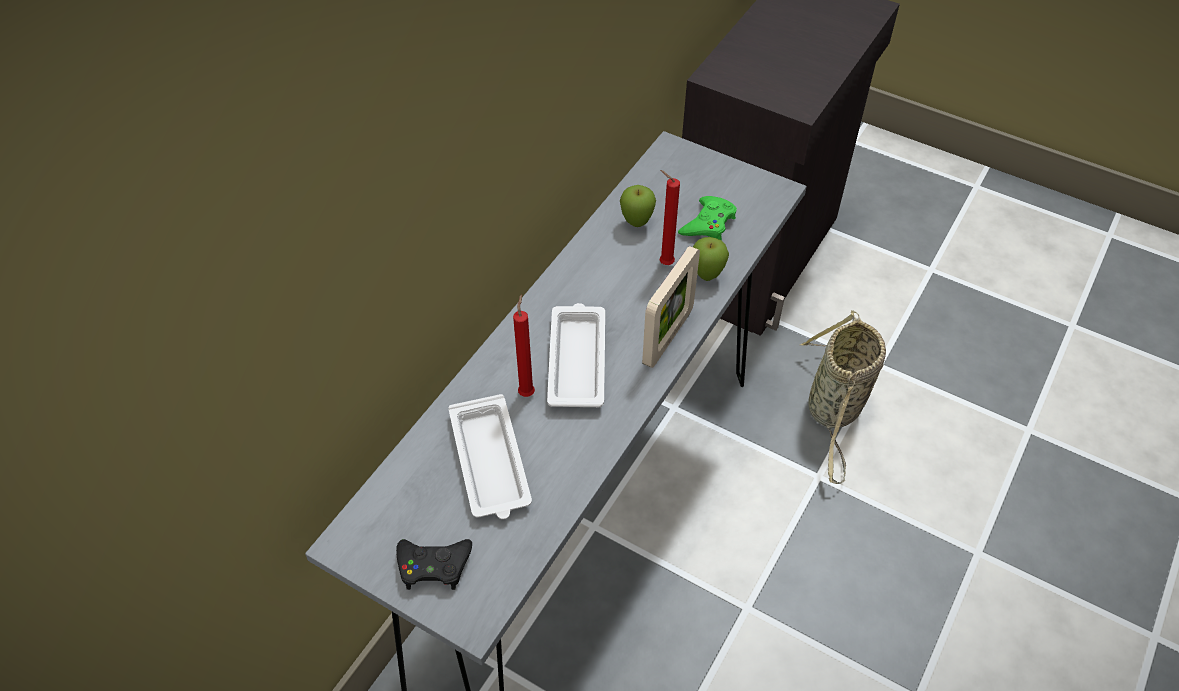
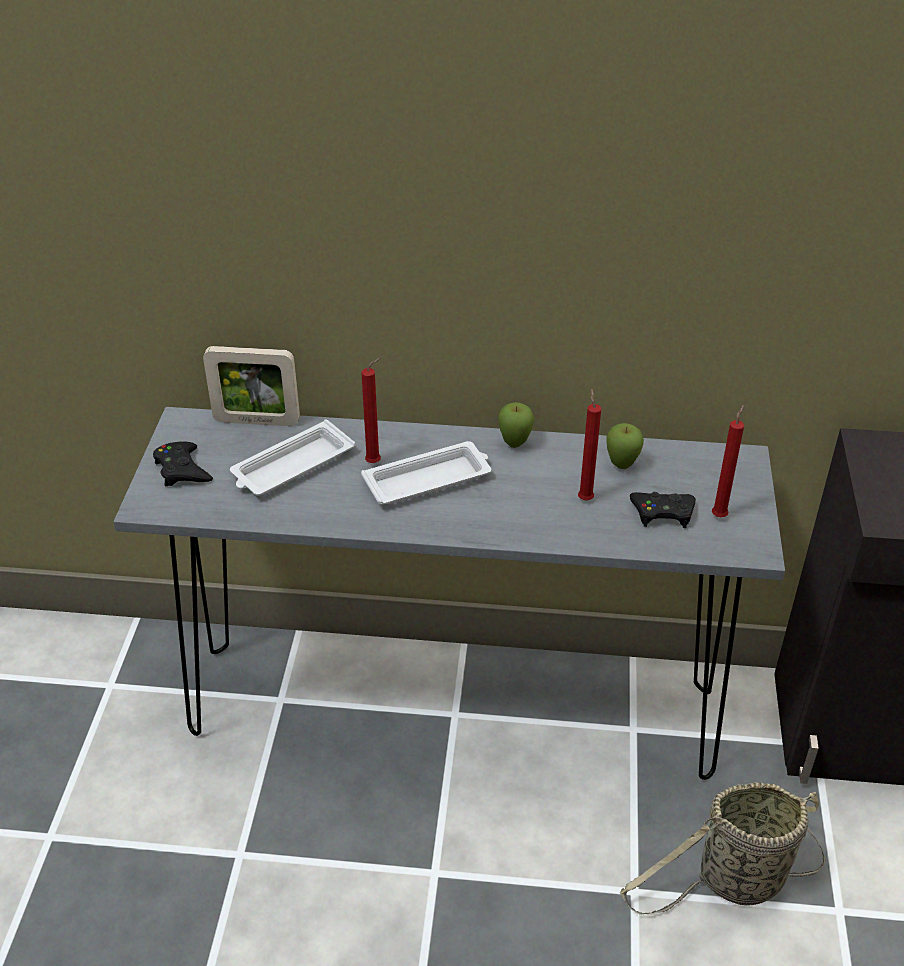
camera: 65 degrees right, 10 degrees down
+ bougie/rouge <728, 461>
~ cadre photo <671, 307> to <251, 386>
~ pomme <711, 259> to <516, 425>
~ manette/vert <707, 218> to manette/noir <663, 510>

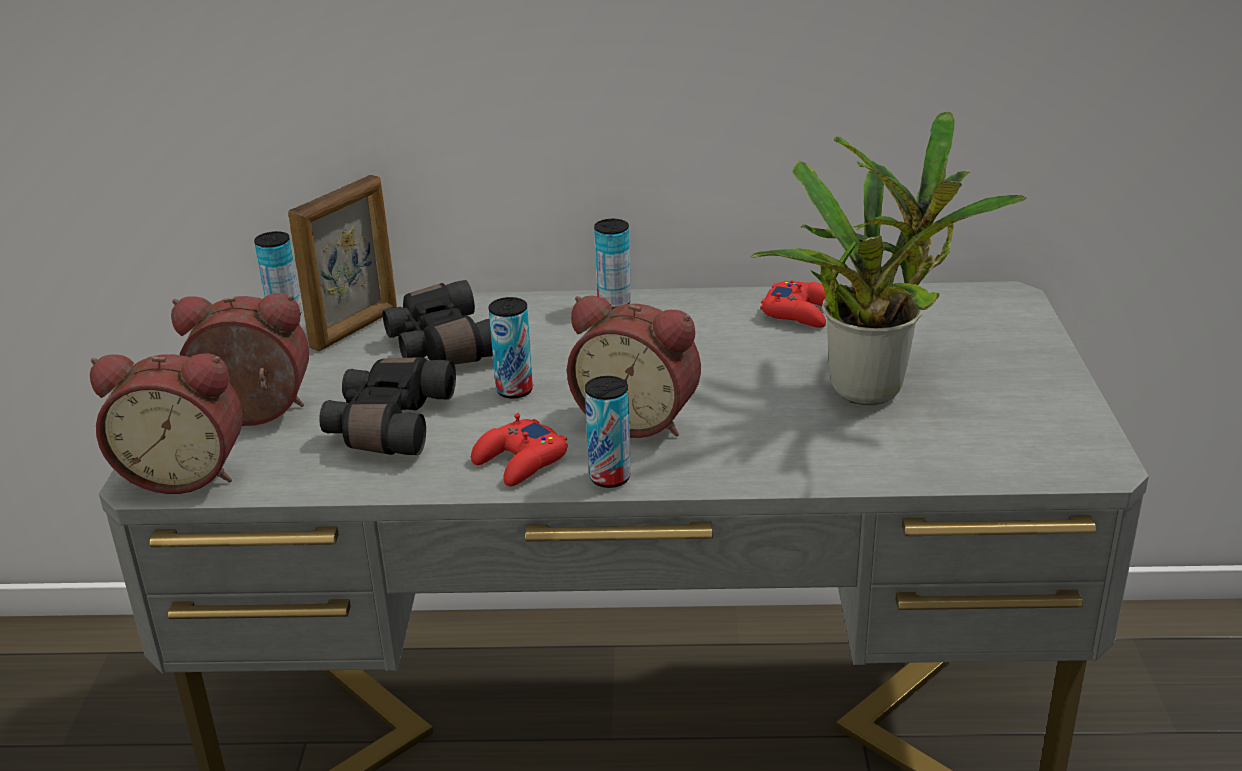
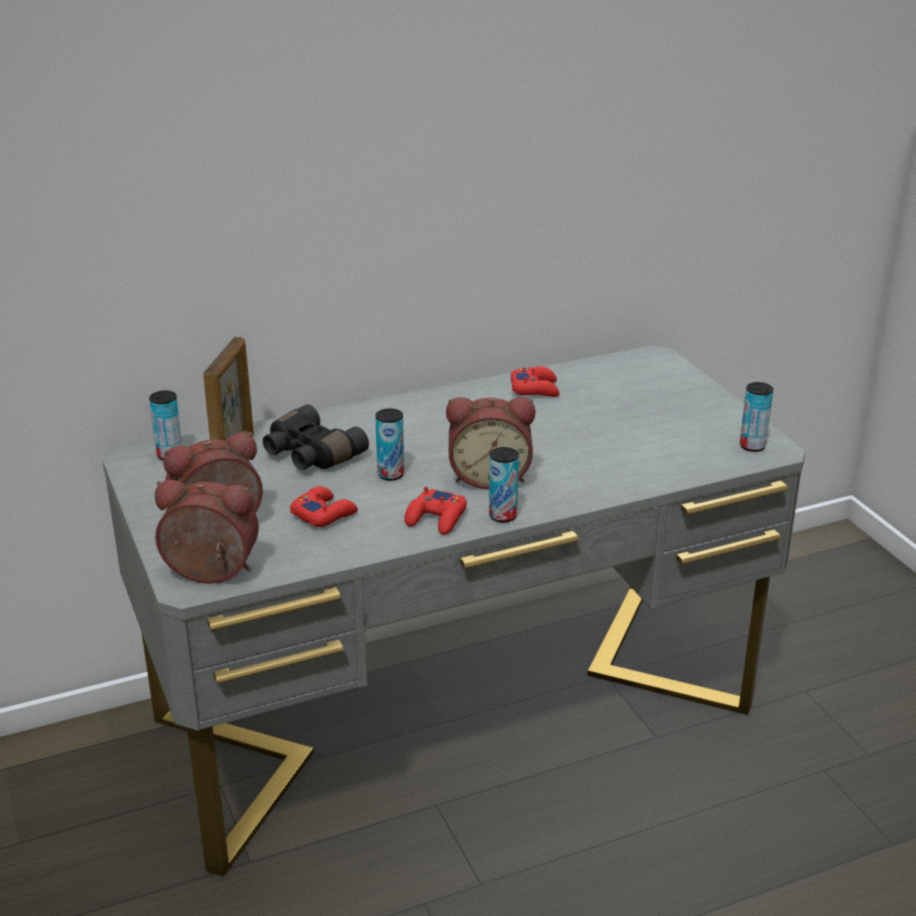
camera: 25 degrees left, 0 degrees up
- plante en pot <889, 258>
~ boîte métallique <612, 264> to <756, 417>
~ jumelles/noir <387, 406> to manette/rouge <324, 506>
~ réveil <166, 423> = <207, 532> 150 degrees counterclockwise

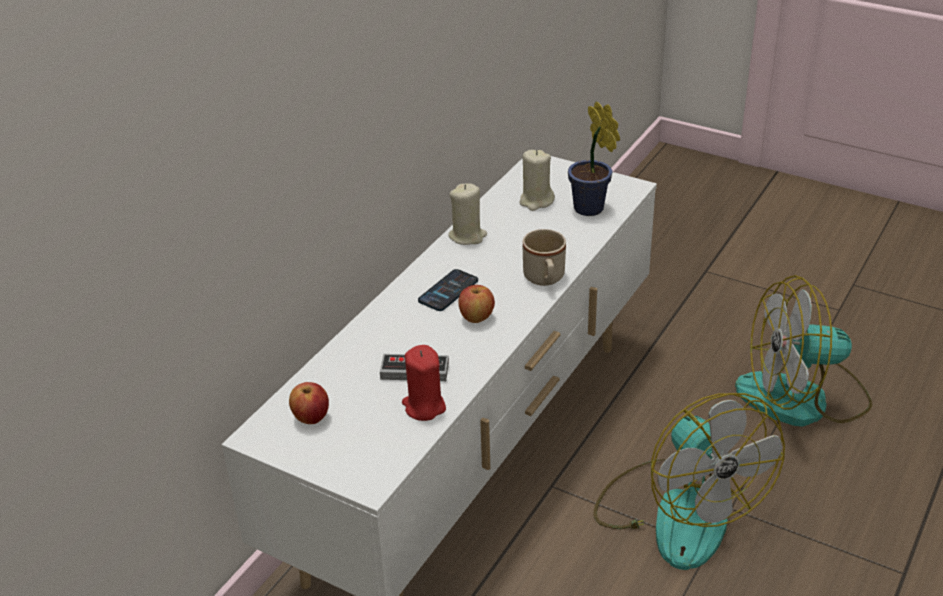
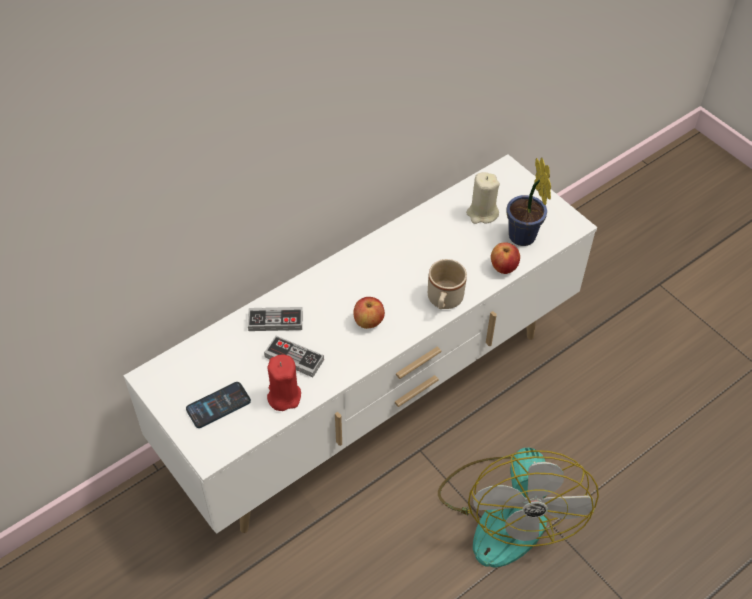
camera: 20 degrees right, 15 degrees up
- bougie/beige <467, 214>
- ventilateur <803, 351>
+ manette <275, 319>
~ pomme <309, 403> to <505, 258>
~ téléphone <448, 290> to <218, 405>

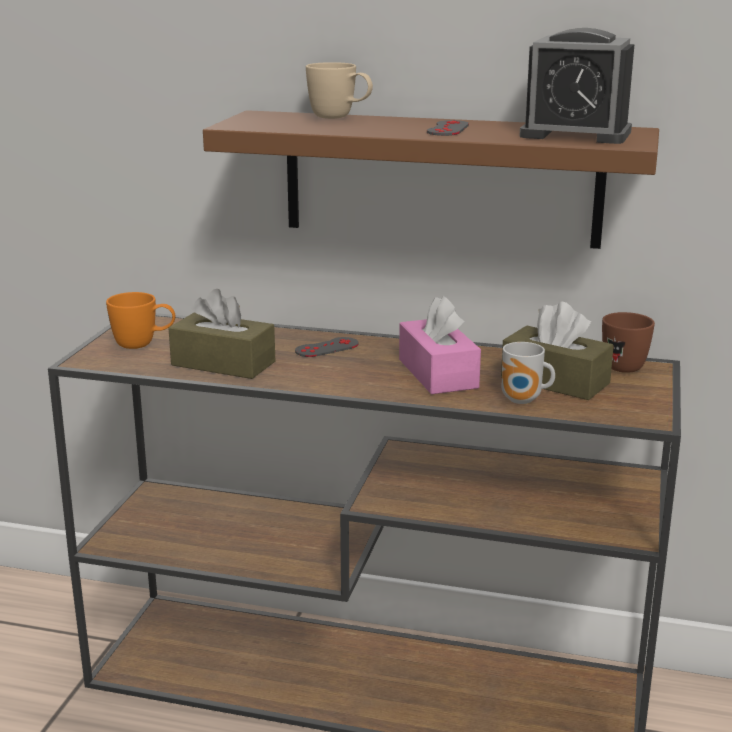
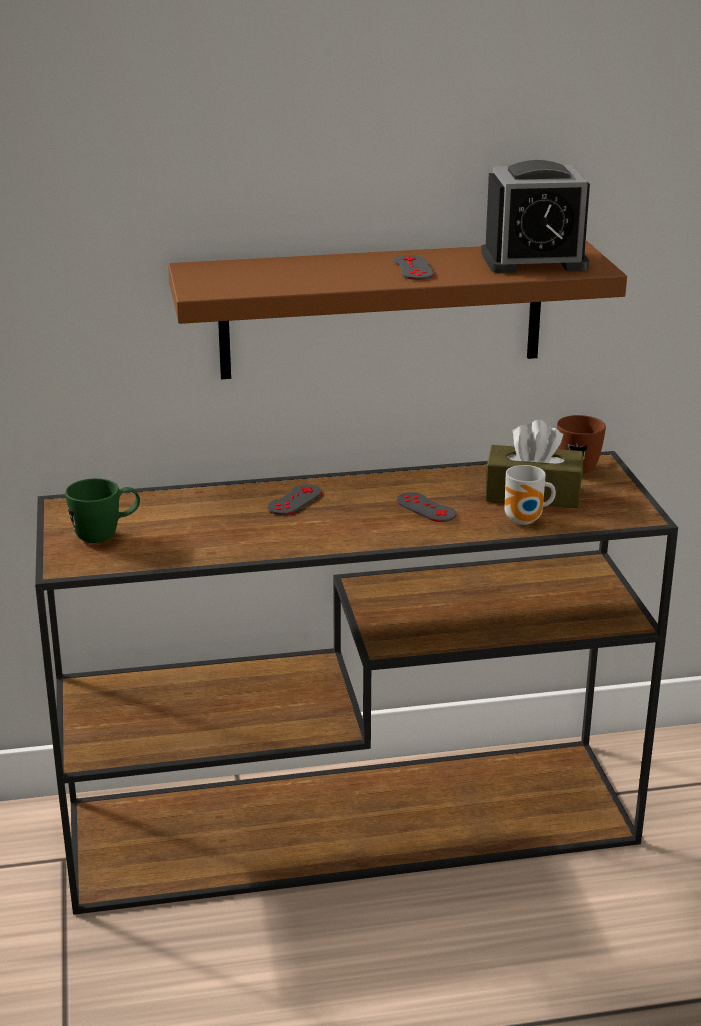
camera: 25 degrees left, 5 degrees up
- boîte à mouchoirs/marron <221, 334>
- mug/beige <339, 90>
~ boîte à mouchoirs/rose <440, 345> to manette/gris <426, 507>
~ mug/orange <140, 320> to mug/vert <102, 510>

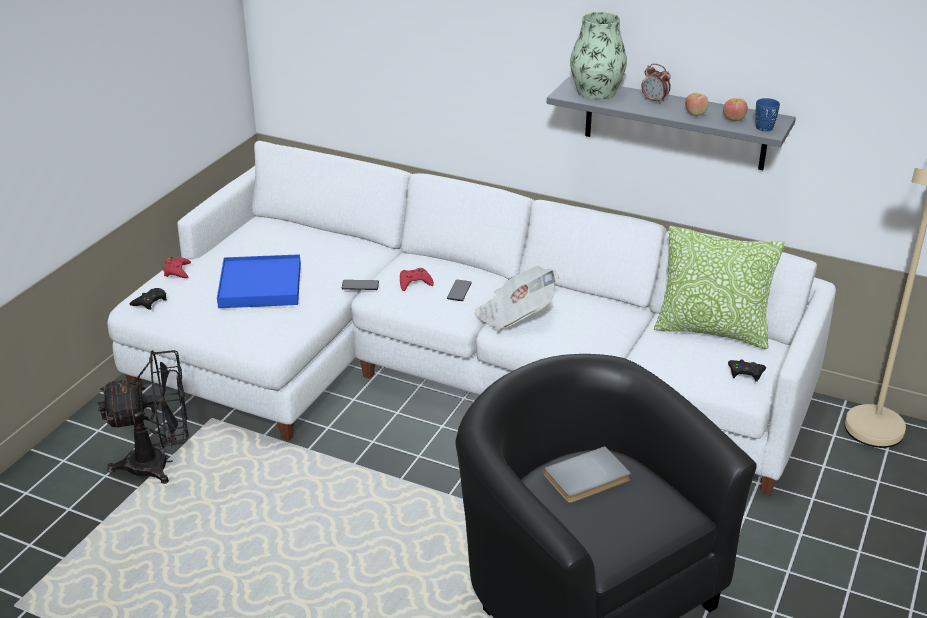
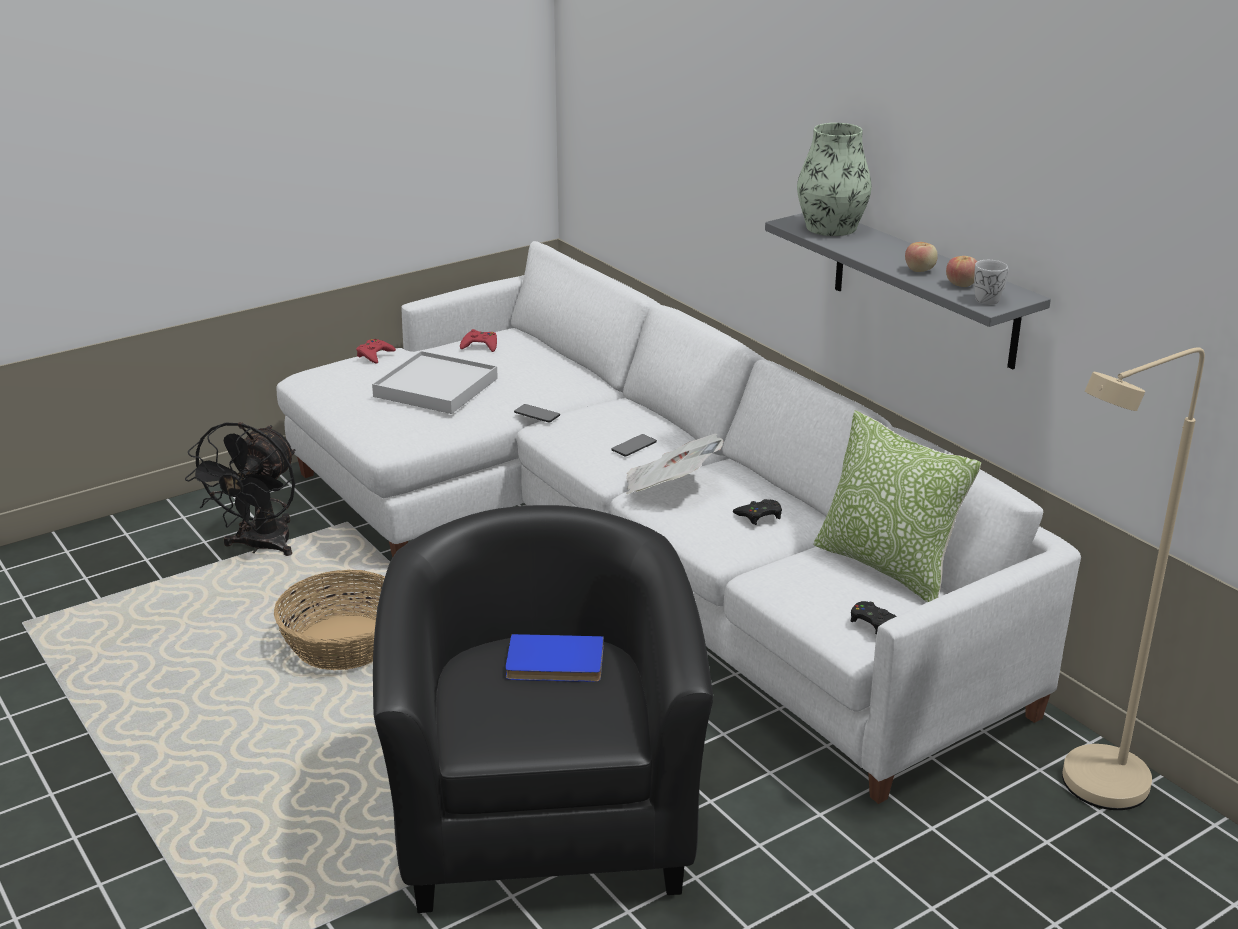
camera: 30 degrees right, 5 degrees down
- réveil <656, 84>
+ panier <329, 620>
~ manette/noir <148, 299> to <757, 512>
~ manette/rouge <417, 279> to <478, 340>
~ plateau/bleu <259, 281> to plateau/blanc <435, 382>
~ livre/gris <586, 474> to livre/bleu <554, 658>
~ mug/bleu <767, 114> to mug/blanc <991, 282>
~ ventilateur/noir <142, 417> = <240, 489> 90 degrees clockwise

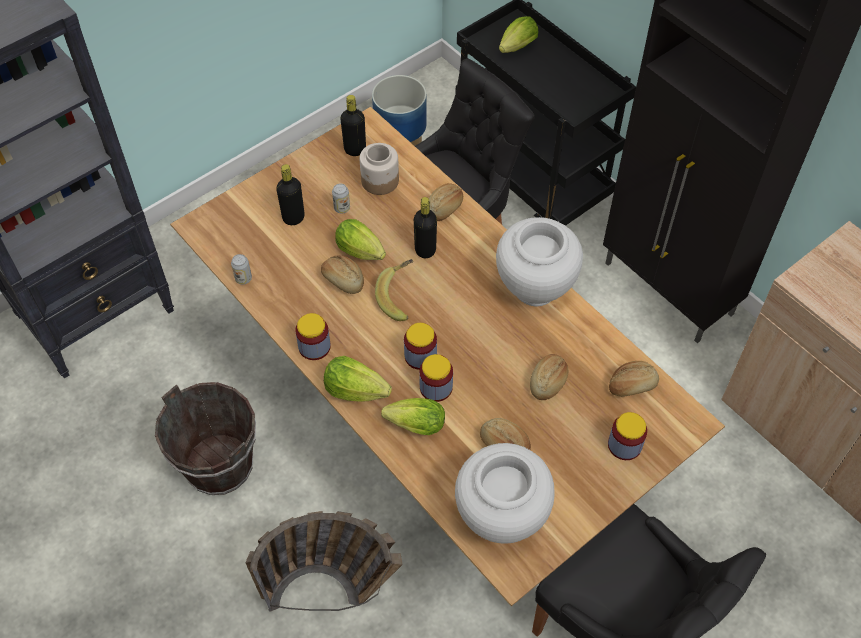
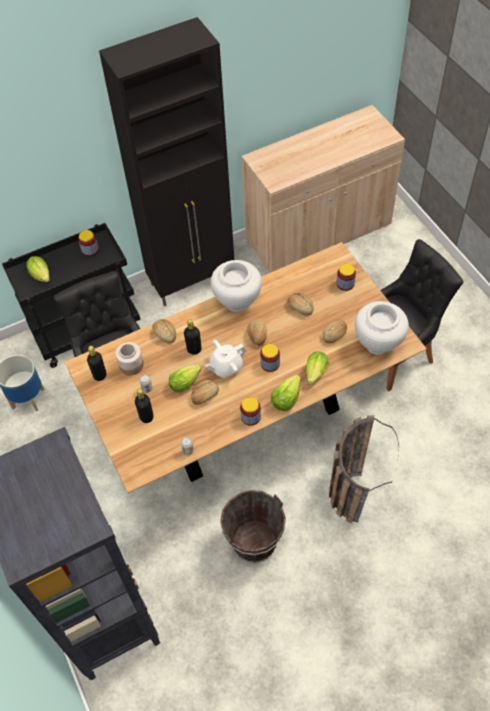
camera: 75 degrees left, 0 degrees up
~ bocal <436, 378> to <88, 243>
~ pain <634, 379> to <257, 332>
~ banane <394, 290> to théière/blanc <226, 359>

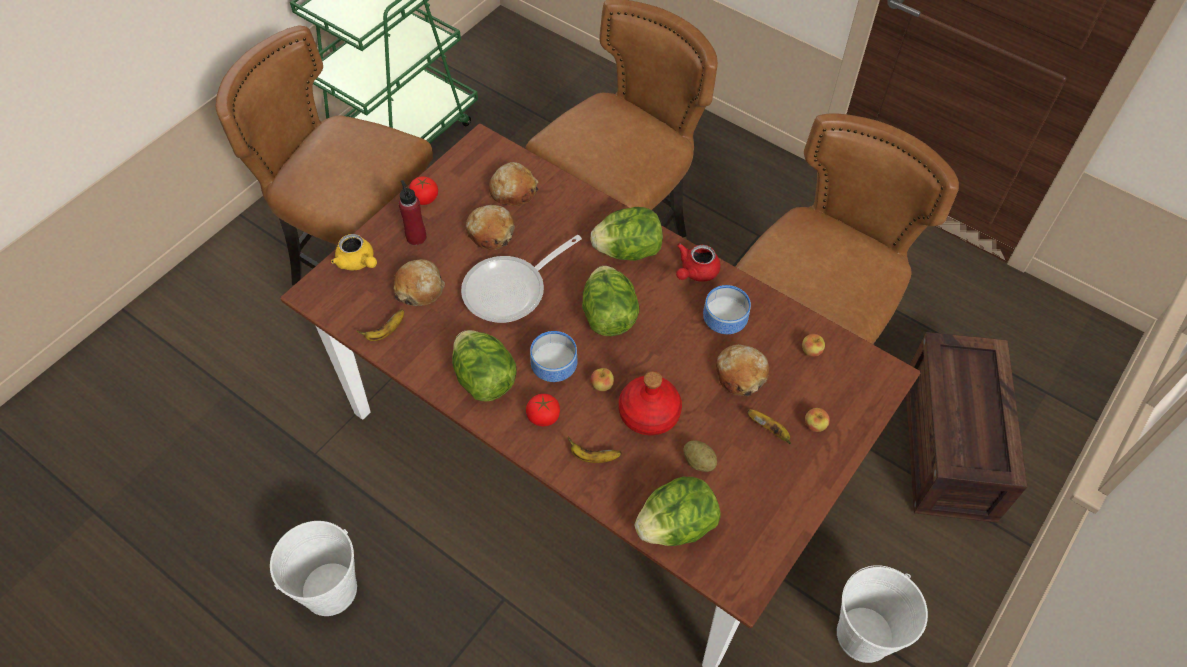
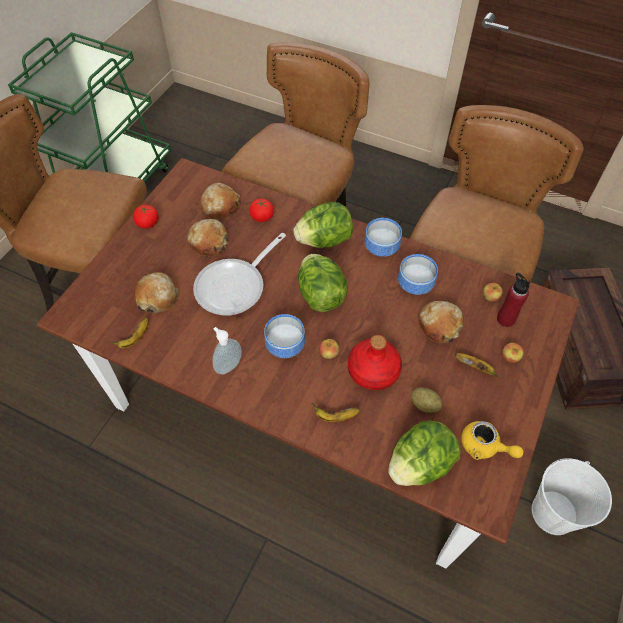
camera: 10 degrees left, 0 degrees up
- seau/blanc <313, 568>
~ théière/jaune <354, 252> to <492, 440>
~ bouteille/rouge <412, 212> to <513, 300>
~ tomate <543, 410> to <261, 210>
~ laitue <484, 366> to distributeur de savon <227, 350>
~ théière/rouge <698, 262> to bol <383, 237>

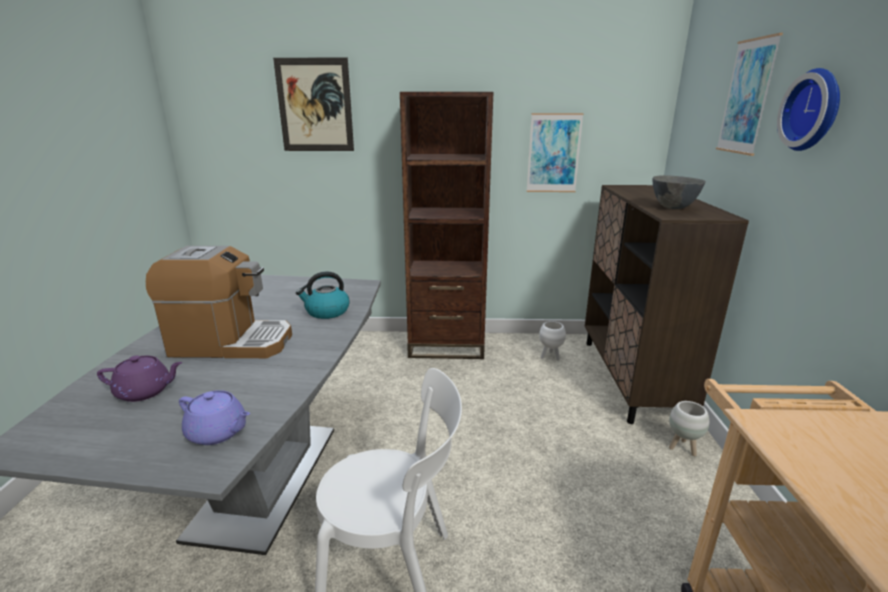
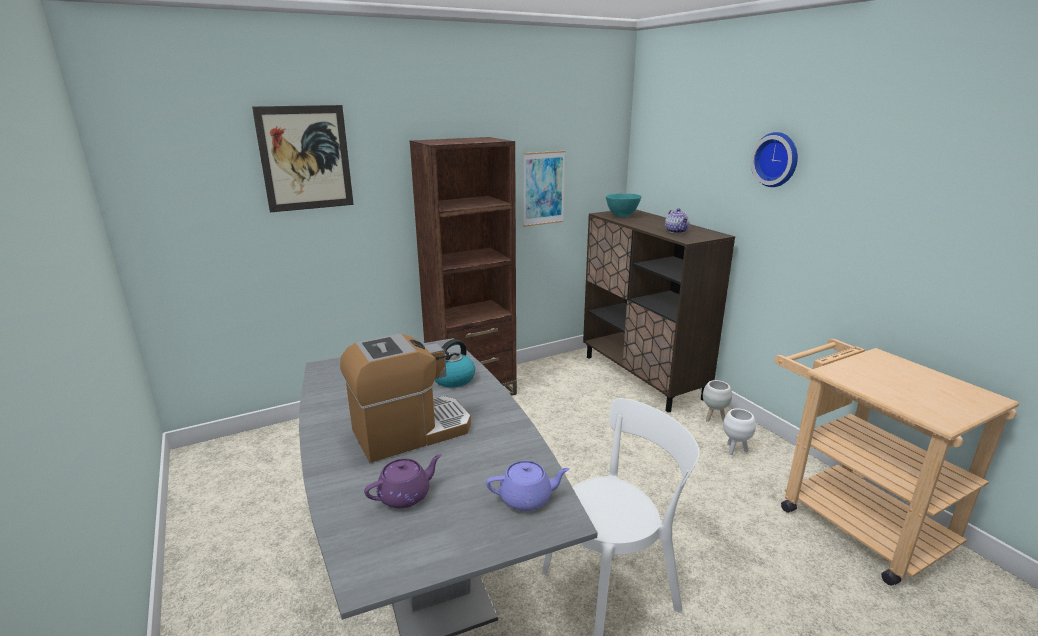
camera: 30 degrees left, 0 degrees up
- tableau <749, 94>
+ bol/turquoise <624, 205>
~ cache-pot/blanc <552, 341> to <739, 432>
~ bol/gris <679, 192> to théière <677, 221>

